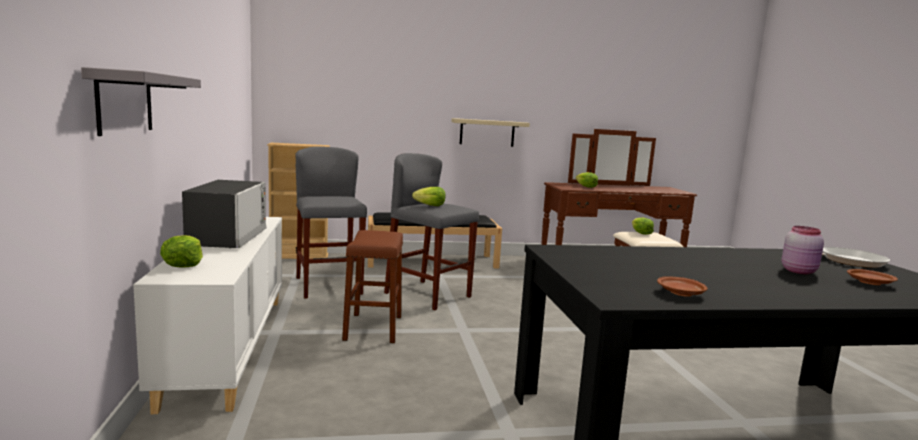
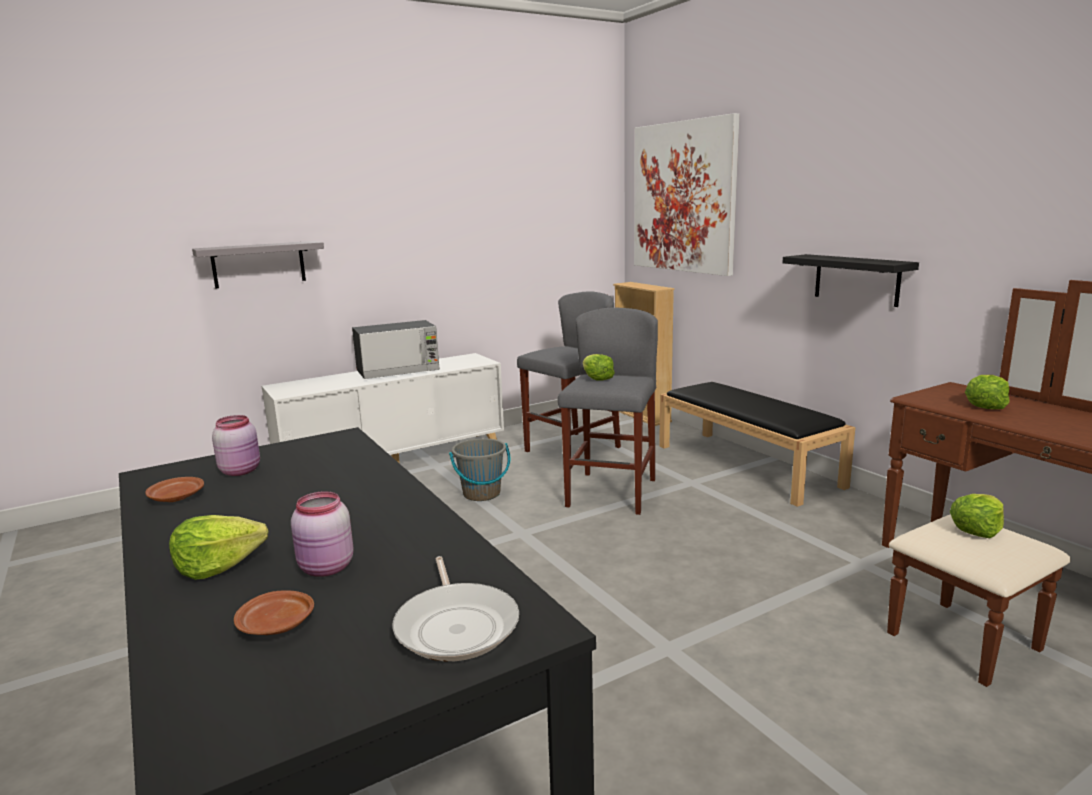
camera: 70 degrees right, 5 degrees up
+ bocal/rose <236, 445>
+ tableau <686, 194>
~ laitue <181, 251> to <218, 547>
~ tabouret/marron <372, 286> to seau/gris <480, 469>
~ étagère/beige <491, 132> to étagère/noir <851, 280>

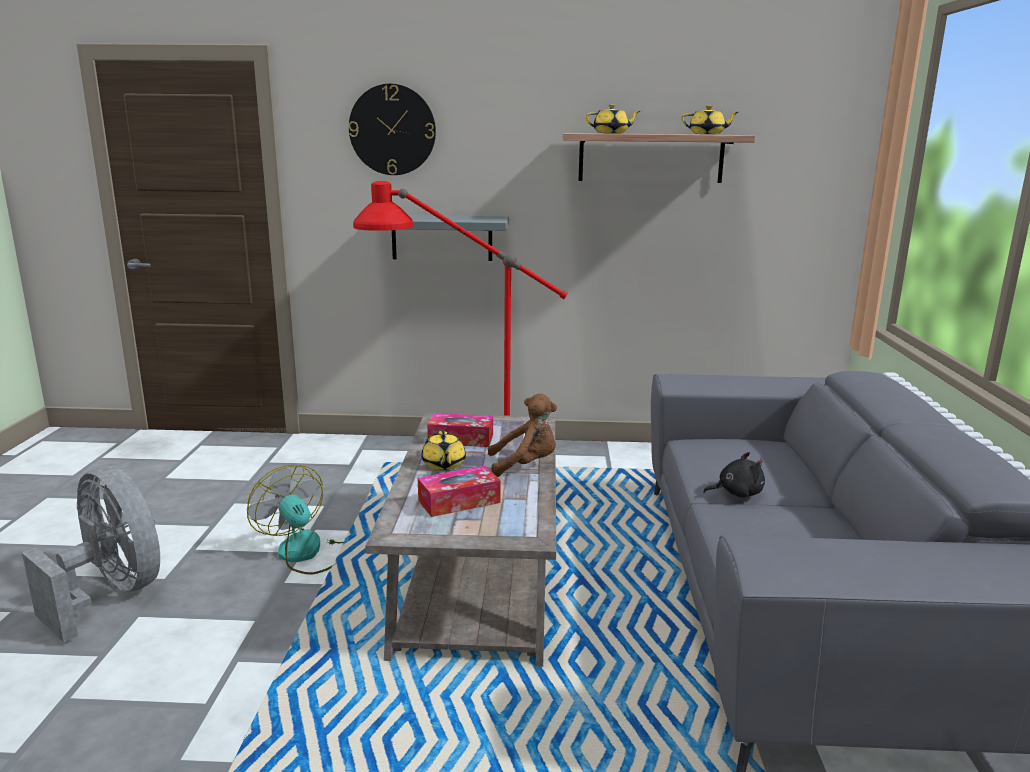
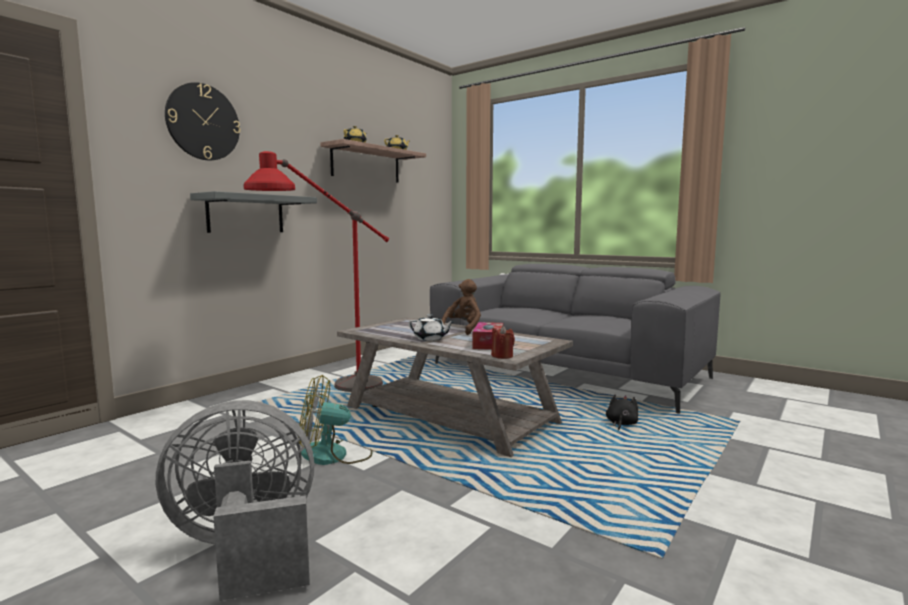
camera: 55 degrees left, 10 degrees down
- boîte à mouchoirs <460, 430>
+ bougie/rouge <503, 342>
~ peluche/noir <734, 475> to <622, 412>
~ théière/jaune <443, 450> to théière/blanc <431, 327>

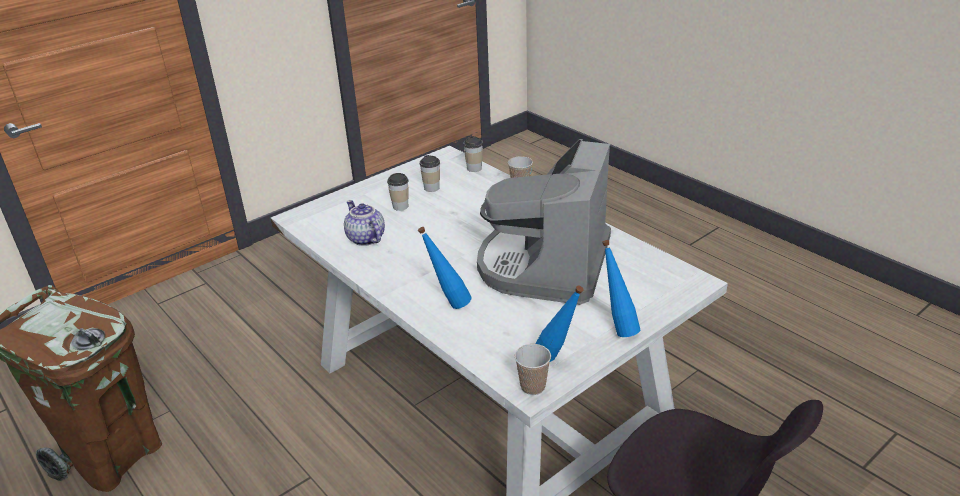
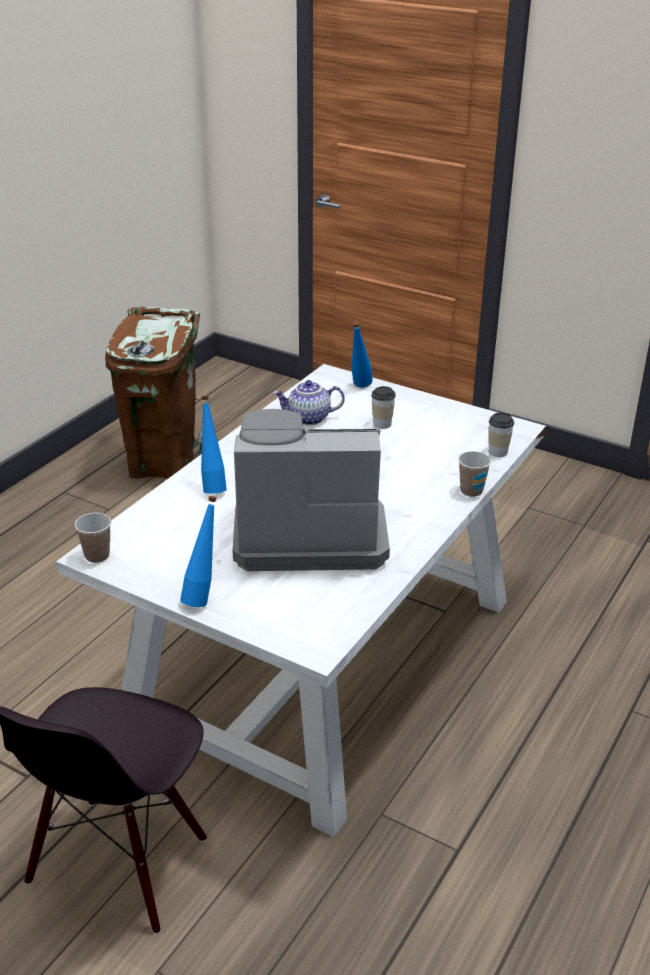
camera: 70 degrees right, 0 degrees up
- tasse <430, 173>
~ bouteille/bleu <560, 323> to <362, 354>
~ théière <364, 223> = <309, 402> 135 degrees counterclockwise

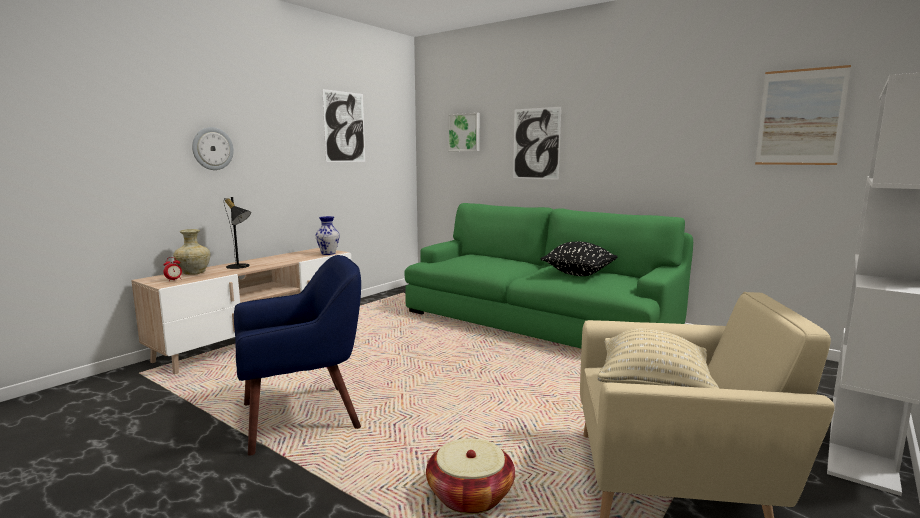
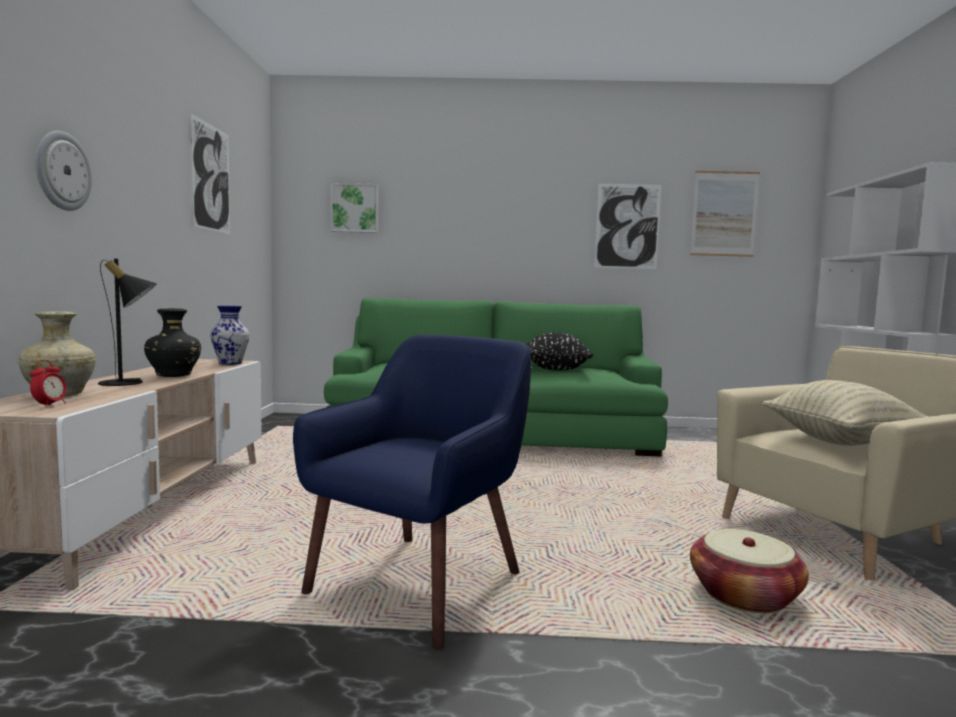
camera: 35 degrees left, 5 degrees down
+ vase/noir <172, 342>
~ tableau <537, 143> to <627, 226>

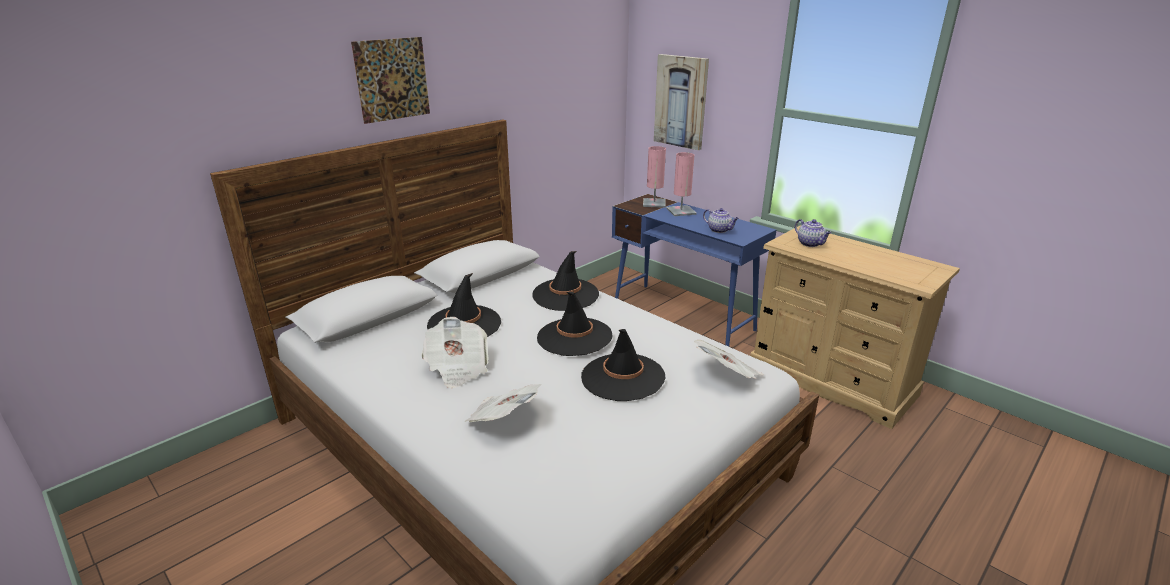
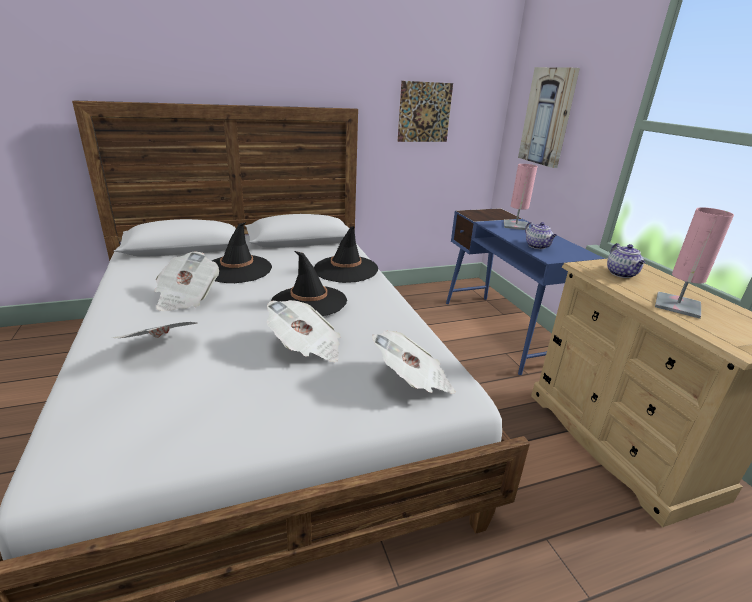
camera: 25 degrees right, 0 degrees up
~ tableau <390, 80> to <425, 111>
~ lampe de table/rose <654, 177> to <694, 263>
~ chapeau/noir <623, 365> to journal <303, 331>

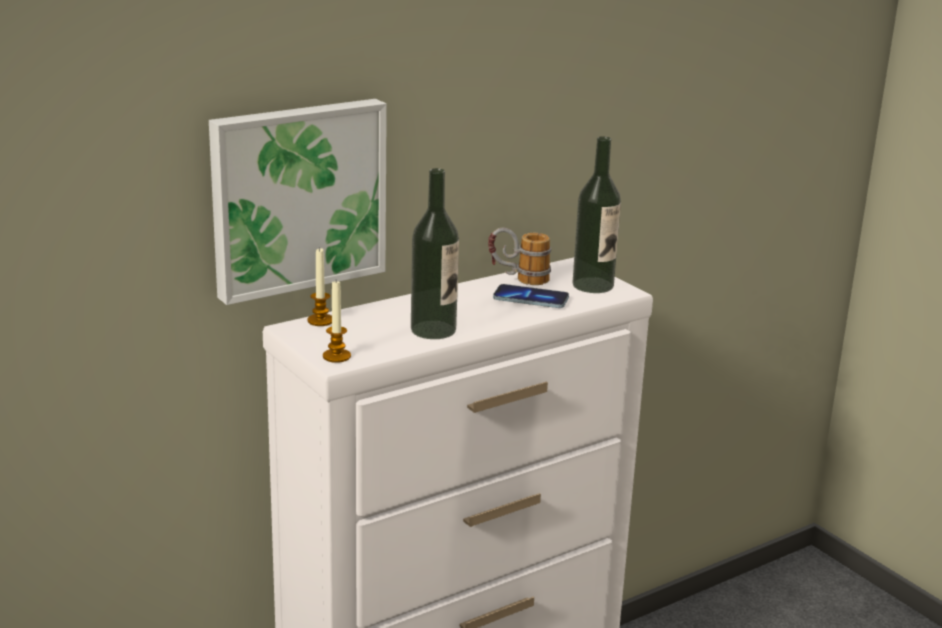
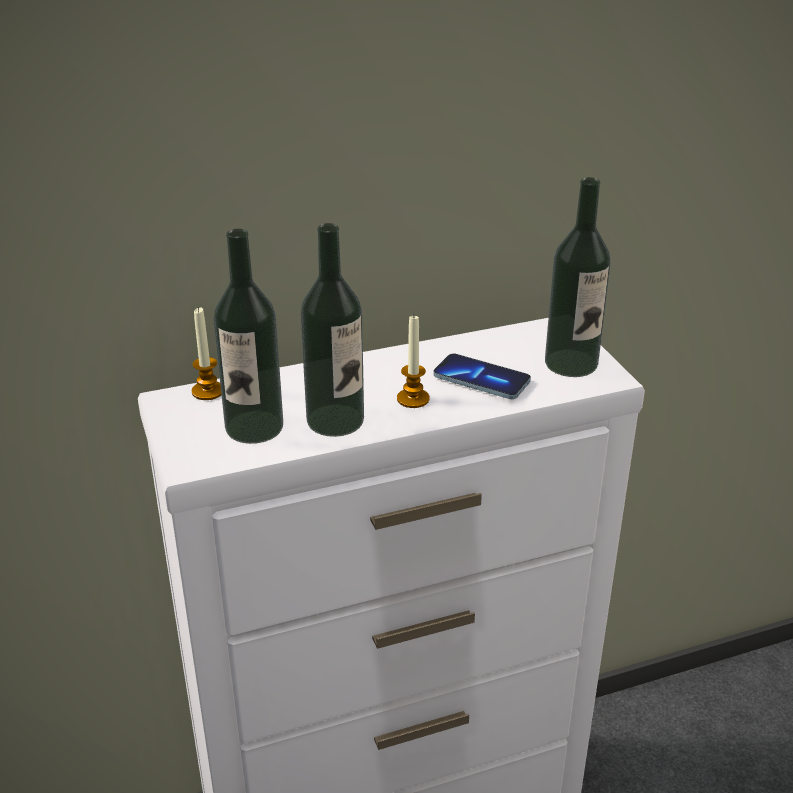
camera: 15 degrees right, 10 degrees up
- tableau <298, 202>
- mug <519, 256>
+ bouteille <248, 336>
~ bougie <337, 322> to <413, 362>

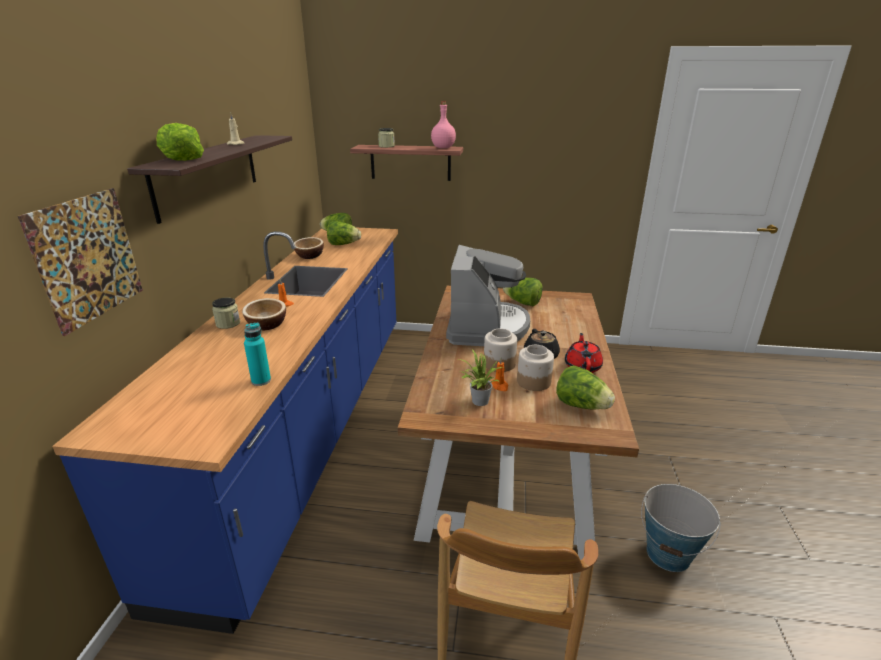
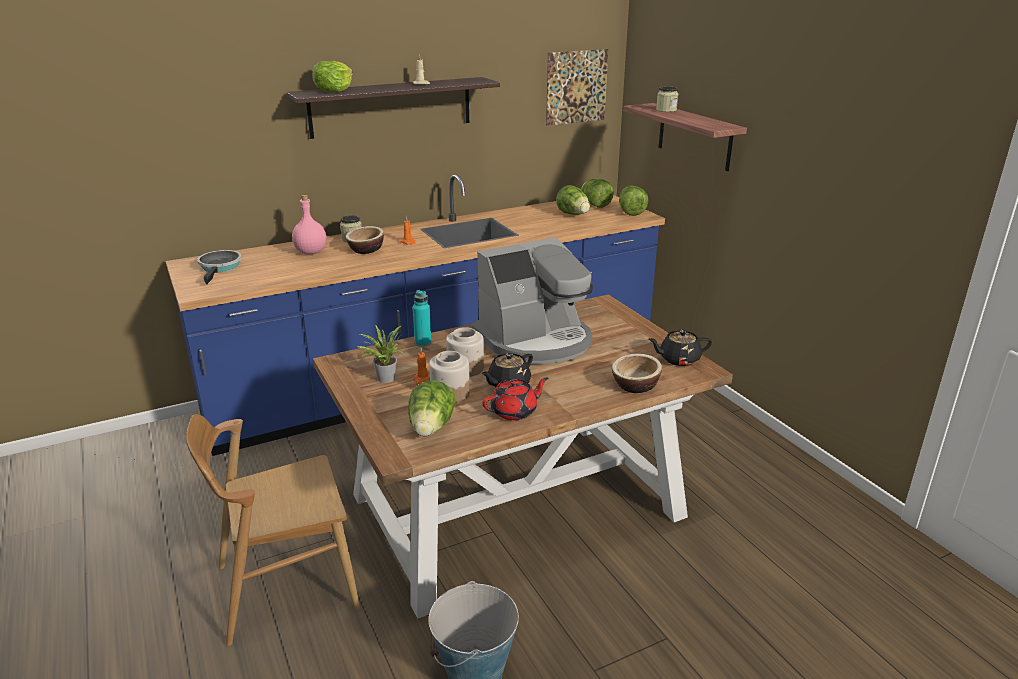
camera: 55 degrees right, 0 degrees up
+ poêle <219, 267>
+ théière/noir <680, 348>
~ tableau <80, 262> to <577, 87>
~ bouteille/turquoise <257, 354> to <422, 318>
~ bol <309, 248> to <637, 373>
~ bouteille/rose <443, 124> to <309, 224>
~ laitue <522, 292> to <634, 201>

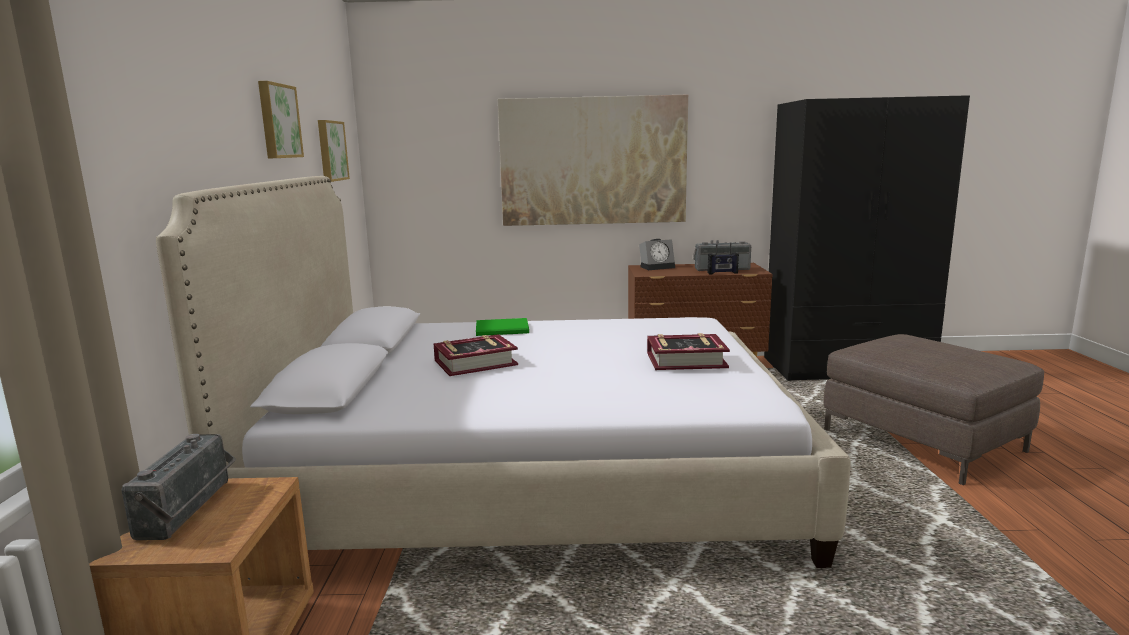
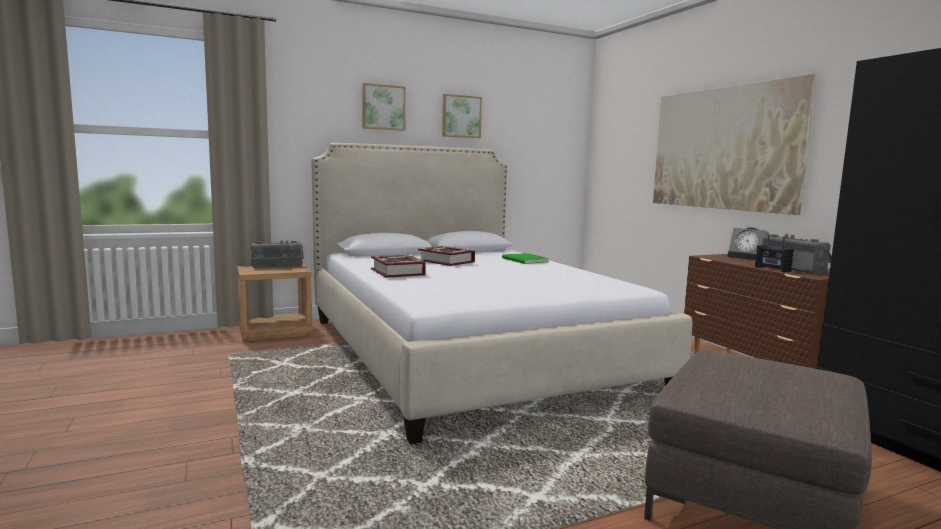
camera: 65 degrees right, 5 degrees down
~ tableau <334, 151> to <384, 107>
~ livre <688, 351> to <398, 266>

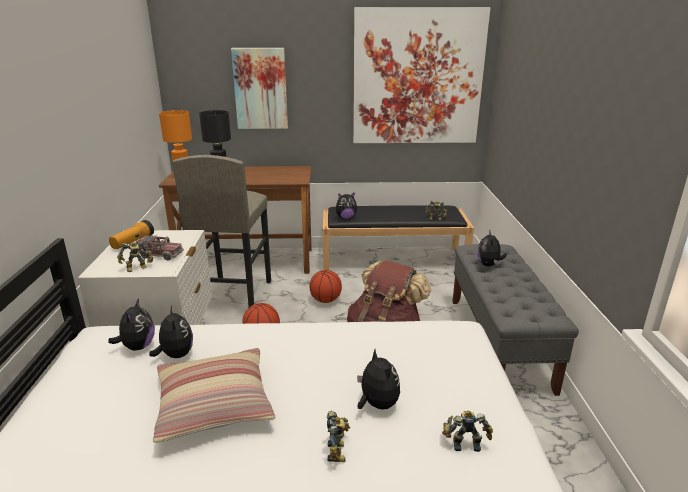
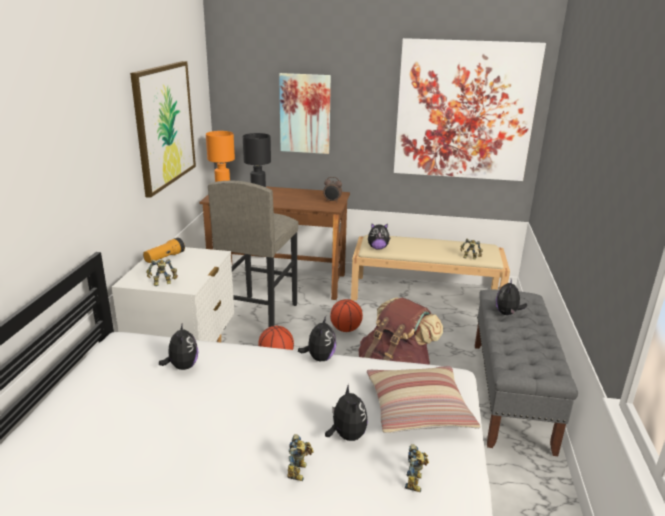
camera: 10 degrees right, 0 degrees up
- camion jouet <160, 247>
+ tableau <163, 129>
+ réveil <332, 189>
~ peluche <131, 324> to <317, 338>
~ coussin <214, 395> to <424, 399>
~ banc/noir <398, 237> to banc/beige <430, 268>
~ robot jouet <467, 431> = <417, 468> 90 degrees clockwise

